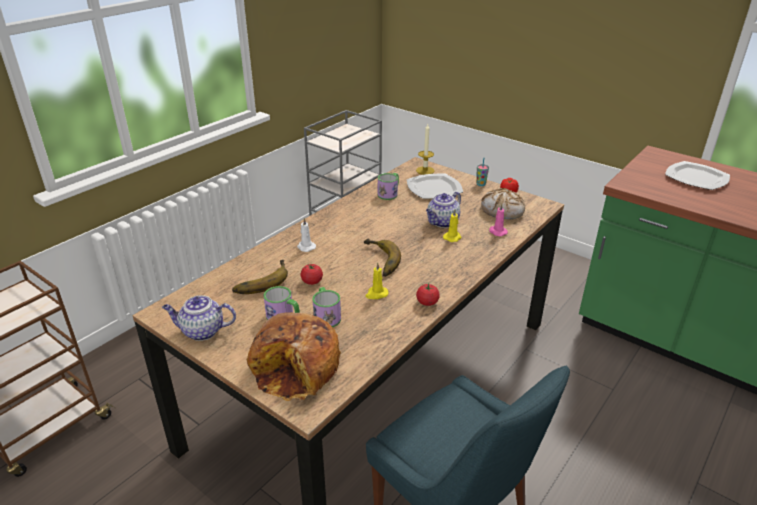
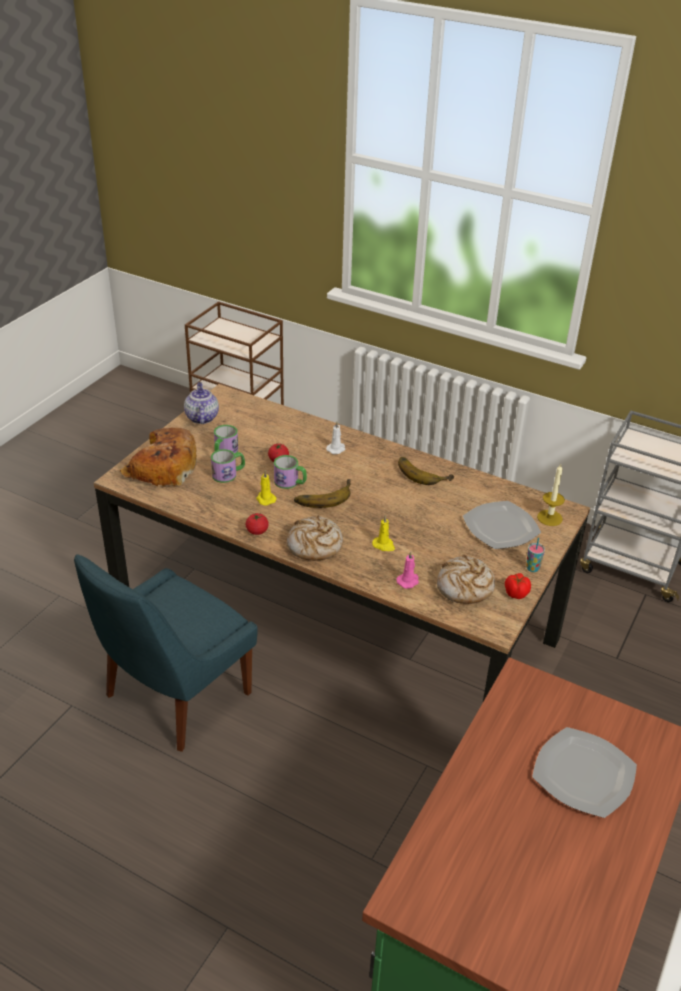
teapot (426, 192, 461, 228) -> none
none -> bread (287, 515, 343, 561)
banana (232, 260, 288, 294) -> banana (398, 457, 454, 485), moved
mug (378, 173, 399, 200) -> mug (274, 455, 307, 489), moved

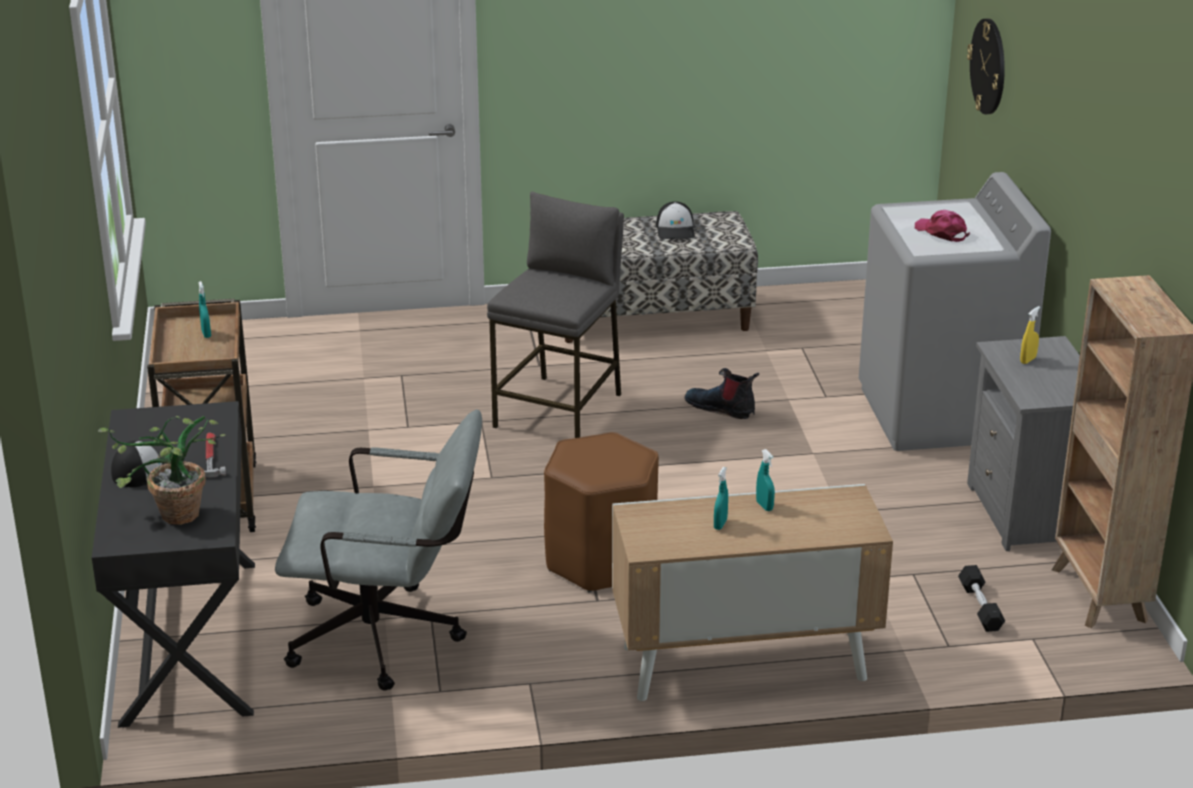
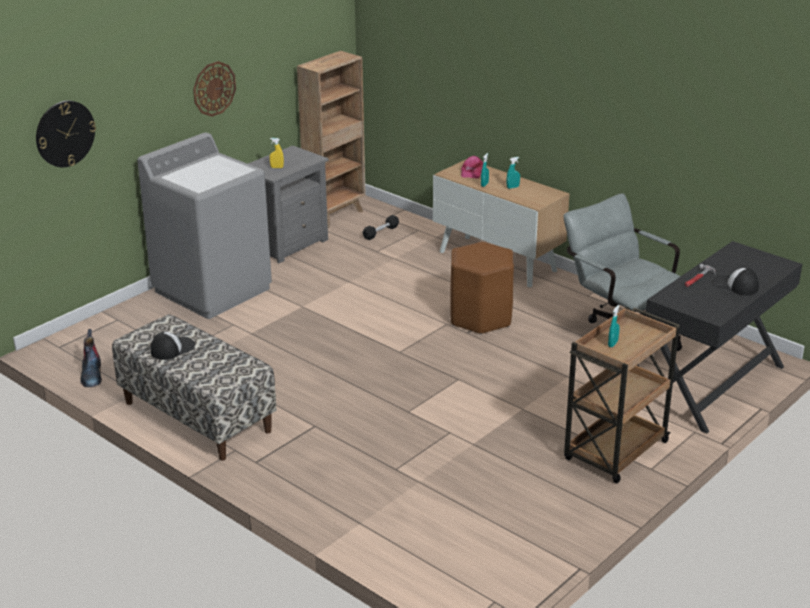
potted_plant (98, 416, 226, 525) -> none
grey_stool (487, 192, 624, 438) -> none
none -> wall_clock (193, 61, 236, 117)
boot (685, 368, 759, 419) -> boot (80, 329, 102, 387), moved
pink_cap (915, 210, 970, 242) -> pink_cap (461, 156, 483, 179), moved

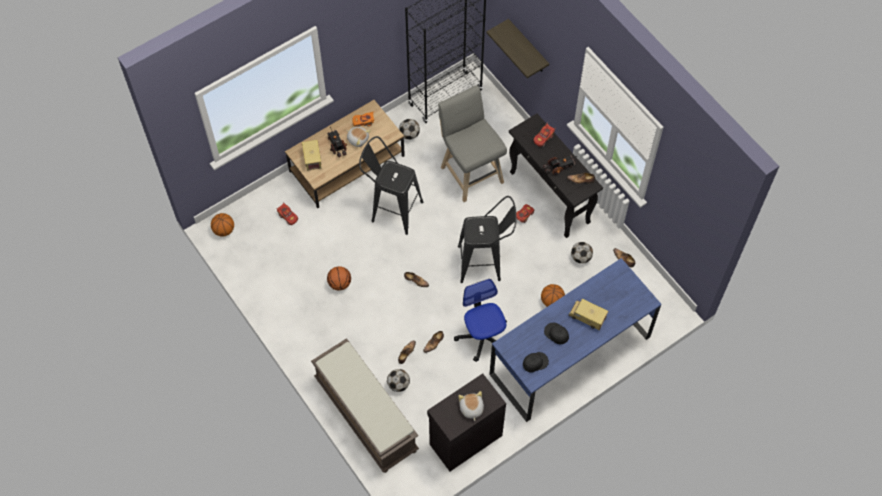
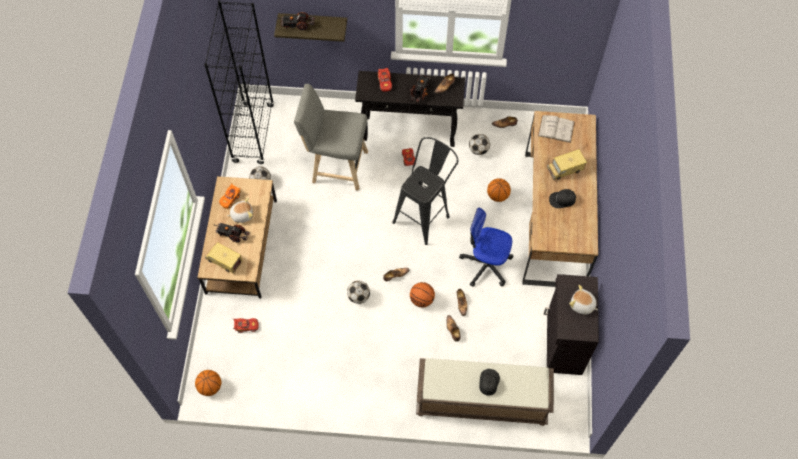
black_stool (359, 136, 423, 235) -> none
none -> toy_truck (277, 12, 315, 31)
none -> white_book (538, 115, 575, 143)
basketball (327, 266, 351, 291) -> basketball (410, 282, 435, 308), moved
football (387, 369, 410, 392) -> football (347, 281, 370, 304), moved
black_cap (523, 352, 549, 372) -> black_cap (479, 369, 500, 396), moved
blue_desk (489, 258, 662, 422) -> brown_desk (523, 111, 598, 287)

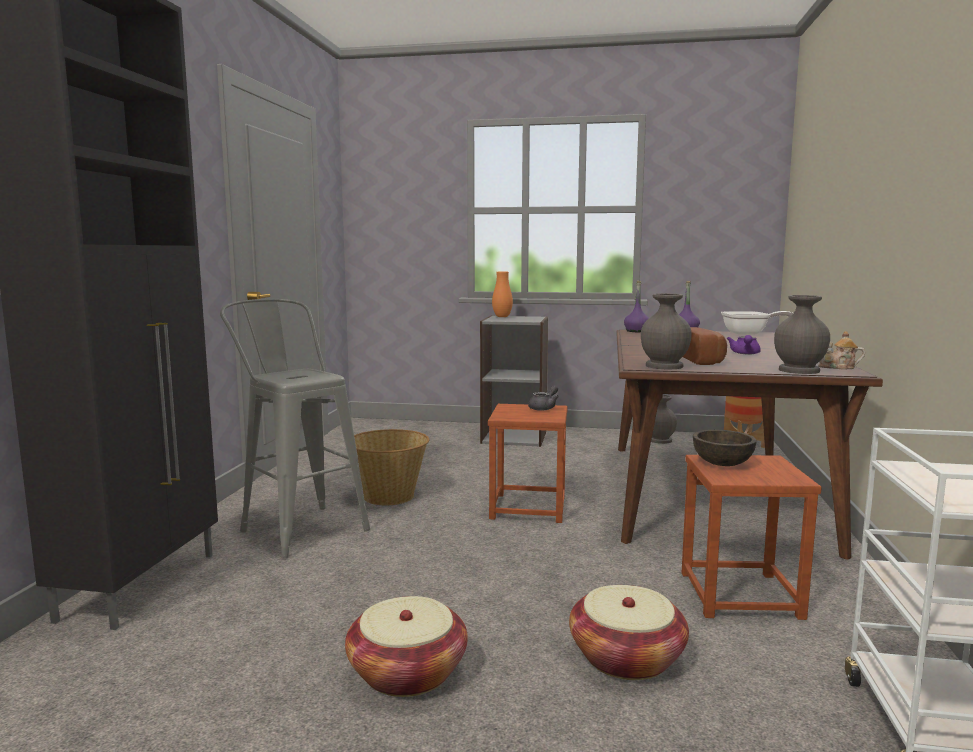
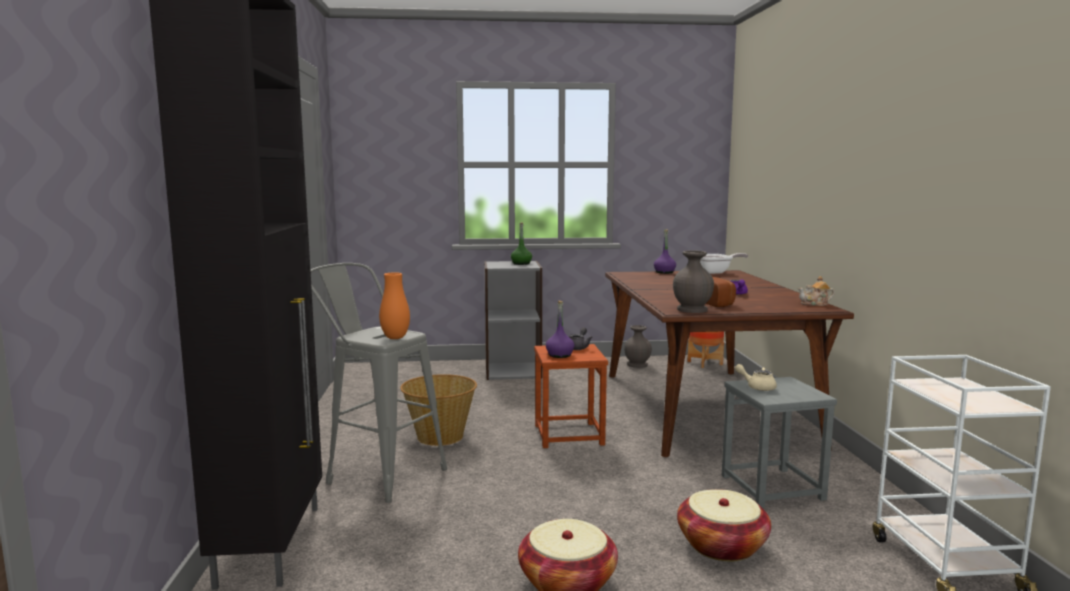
grey_vase (774, 295, 830, 374) -> none
none -> green_bottle (511, 222, 532, 265)
orange_vase (492, 272, 513, 317) -> orange_vase (379, 272, 410, 339), moved
purple_bottle (624, 281, 649, 332) -> purple_bottle (546, 301, 575, 358), moved
brown_bowl (693, 430, 757, 466) -> beige_teapot (735, 364, 777, 391)
brown_stool (682, 455, 822, 620) -> grey_stool (722, 377, 837, 508)

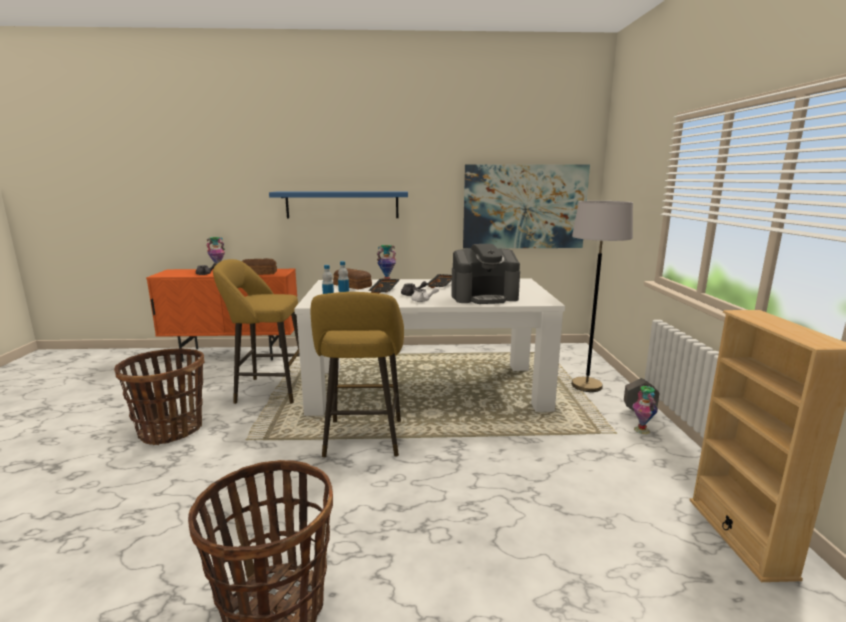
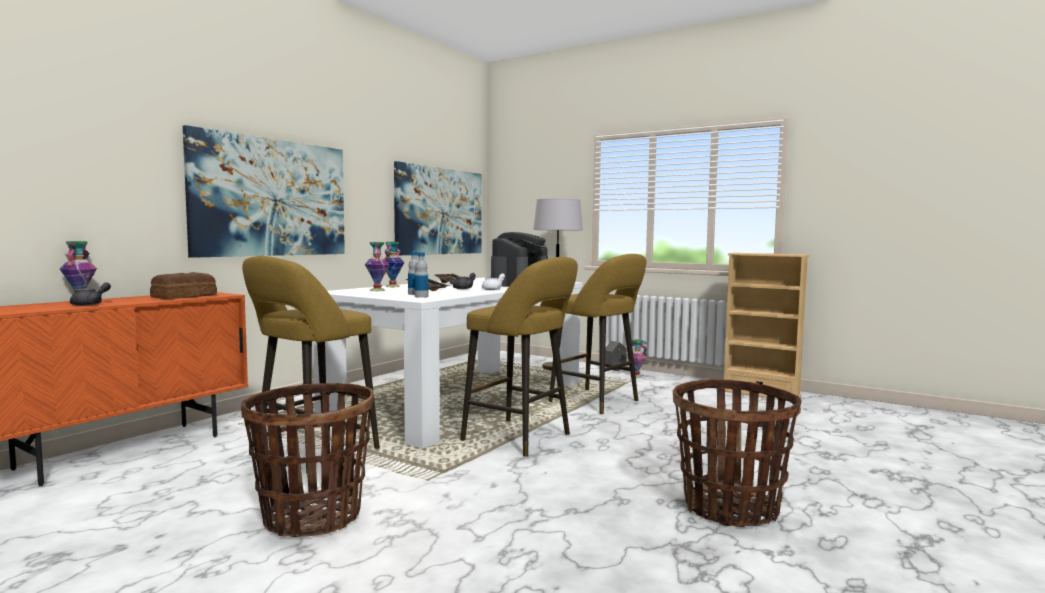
none -> yellow_stool (549, 254, 646, 414)
blue_shelf (269, 191, 408, 218) -> picture (183, 125, 345, 258)
bread (333, 268, 372, 289) -> vase (365, 242, 390, 291)

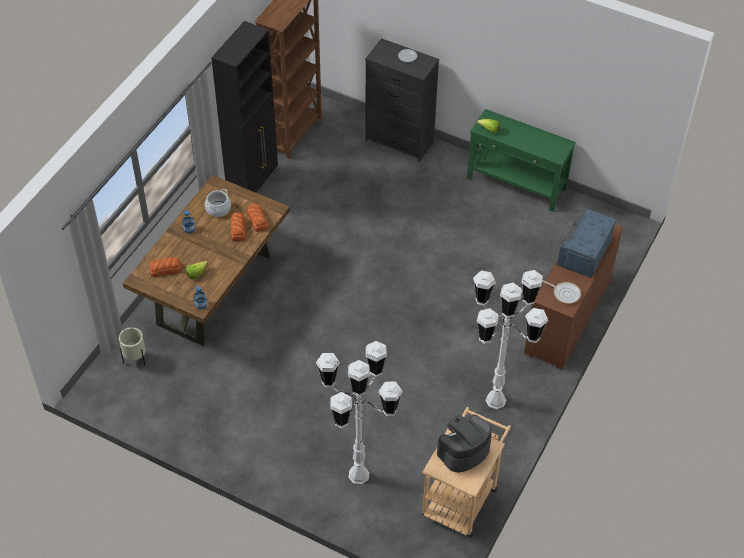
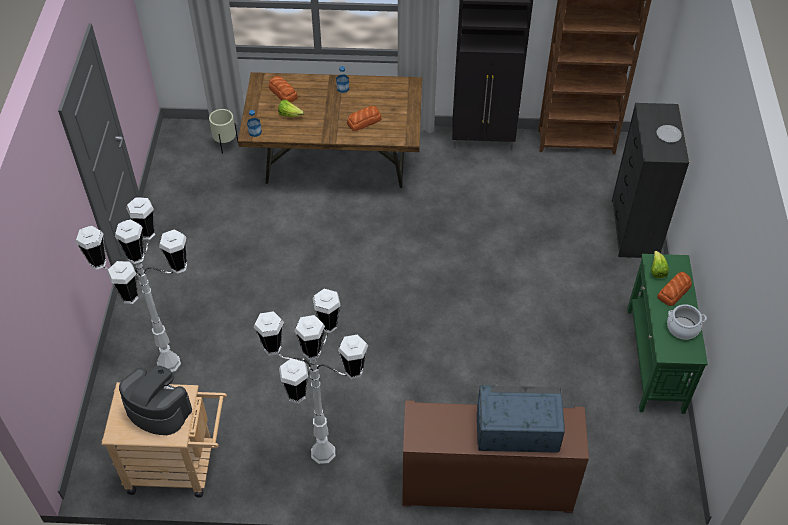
frying_pan (542, 280, 581, 304) -> none
cooking_pot (205, 189, 231, 217) -> cooking_pot (667, 304, 707, 340), moved
bread (247, 204, 269, 232) -> bread (657, 272, 692, 306), moved

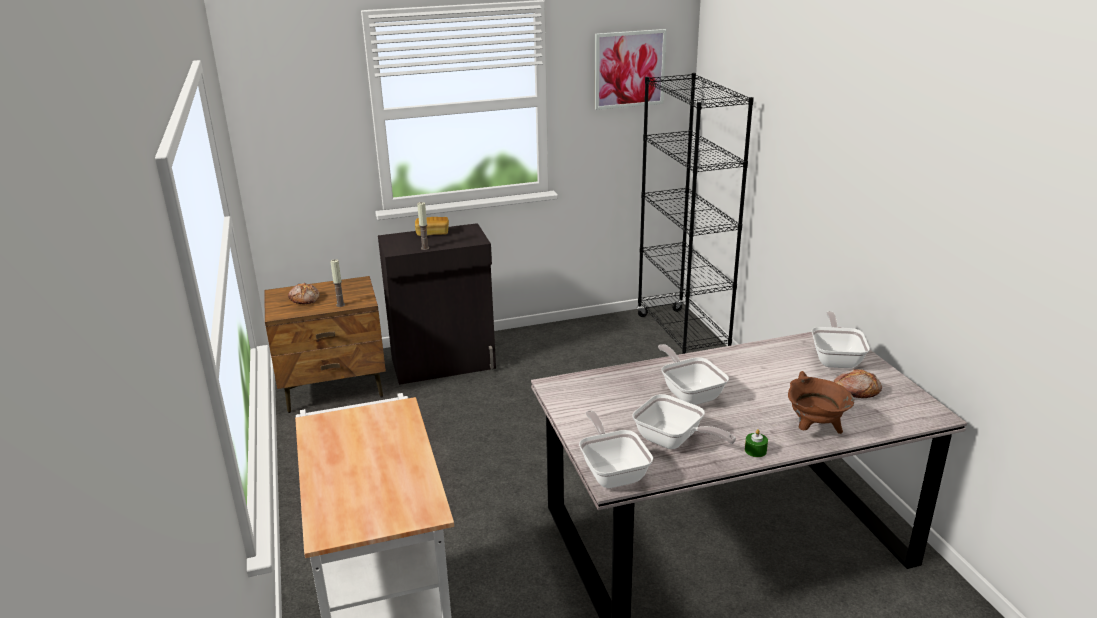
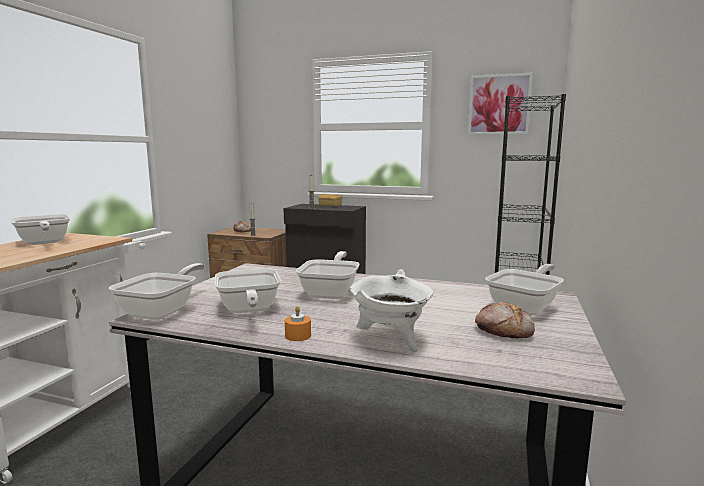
none -> frying_pan (11, 214, 70, 245)
green_candle (745, 429, 768, 457) -> orange_candle (285, 306, 311, 341)
brown_cooking_pot (788, 371, 854, 434) -> white_cooking_pot (349, 269, 433, 352)

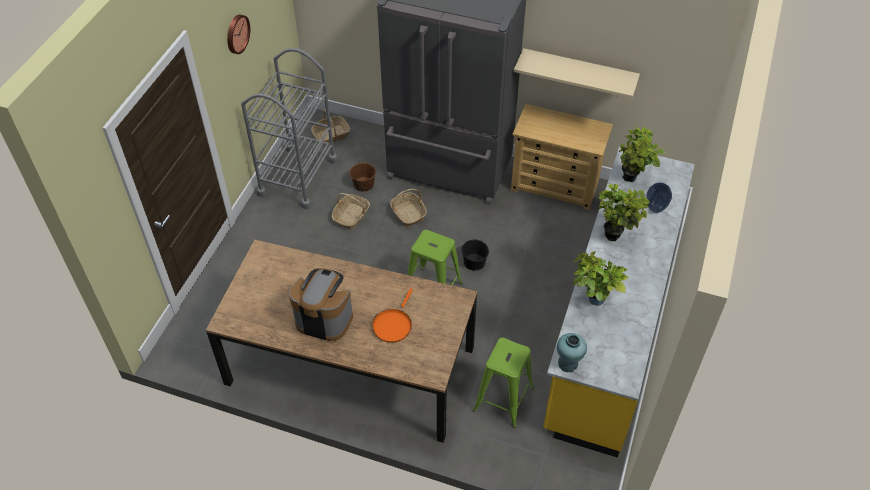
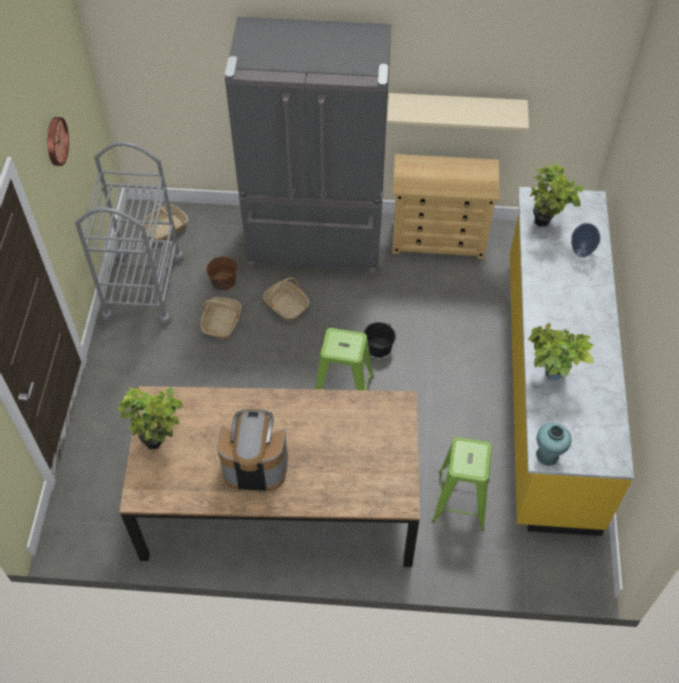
orange_frying_pan (372, 289, 413, 343) -> none
potted_plant (598, 184, 650, 241) -> potted_plant (117, 387, 182, 450), moved

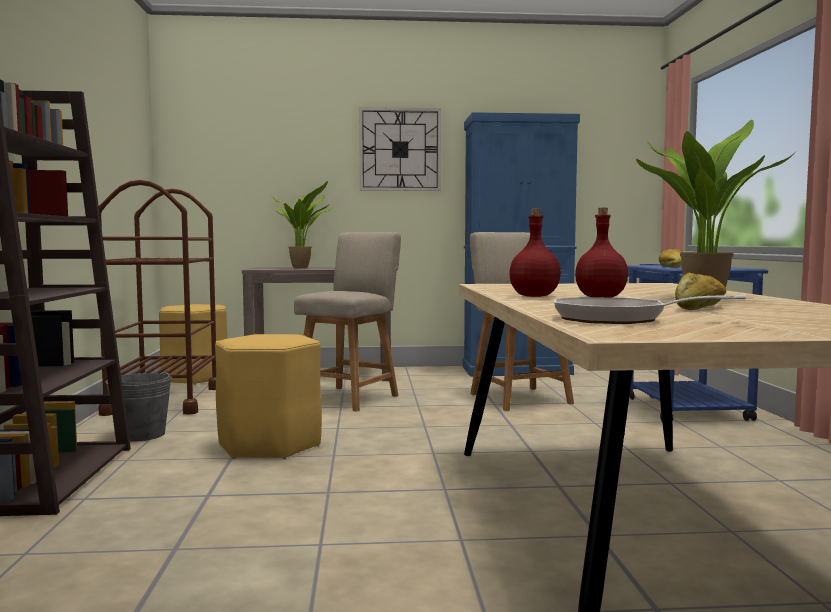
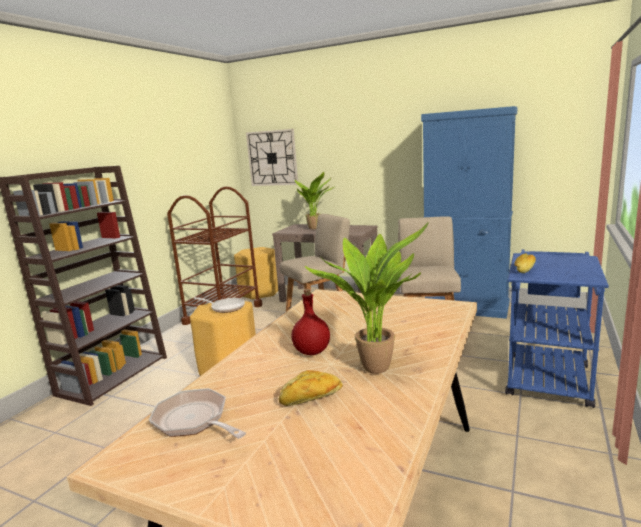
grey_bucket (105, 371, 172, 442) -> none
red_bottle (509, 208, 561, 297) -> none
none -> frying_pan (194, 297, 245, 313)
wall_clock (359, 107, 441, 191) -> wall_clock (246, 129, 298, 186), moved

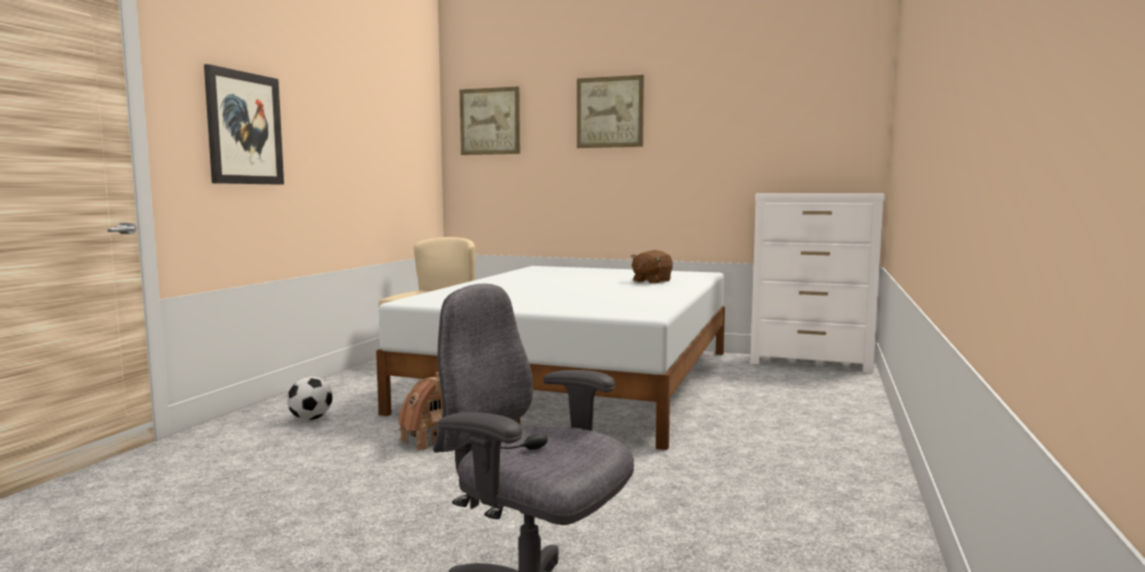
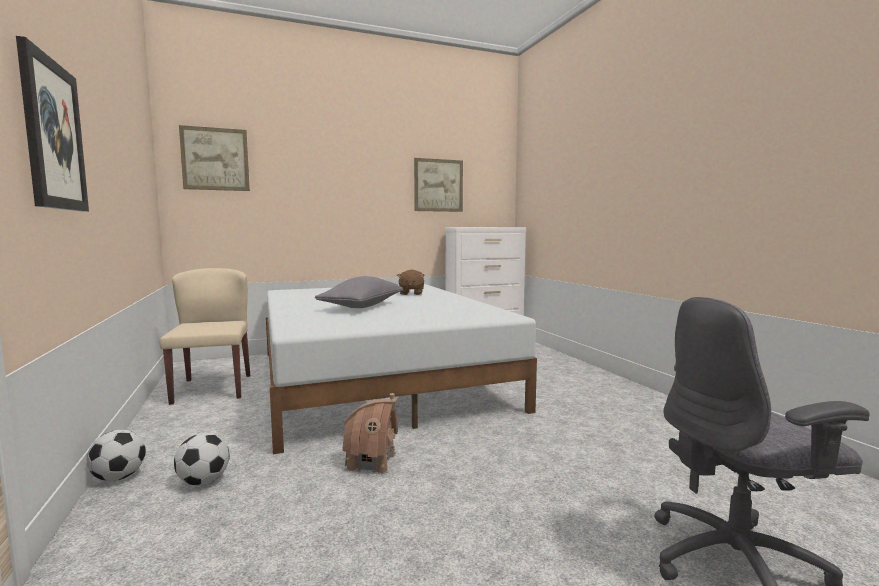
none -> football (86, 430, 146, 481)
none -> grey_pillow (315, 276, 403, 308)
picture (577, 75, 644, 148) -> picture (414, 158, 463, 212), moved

